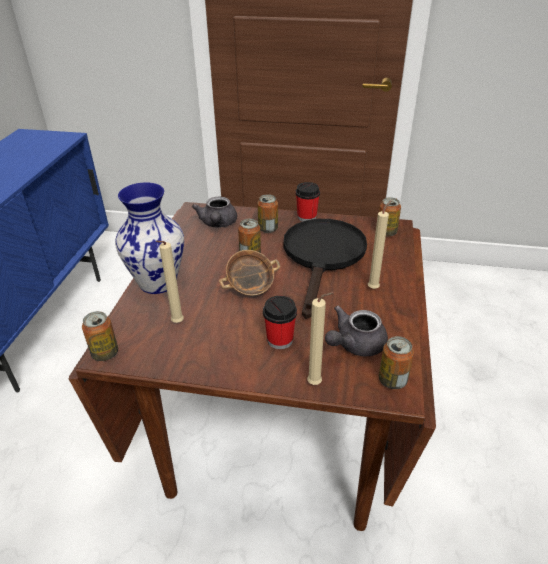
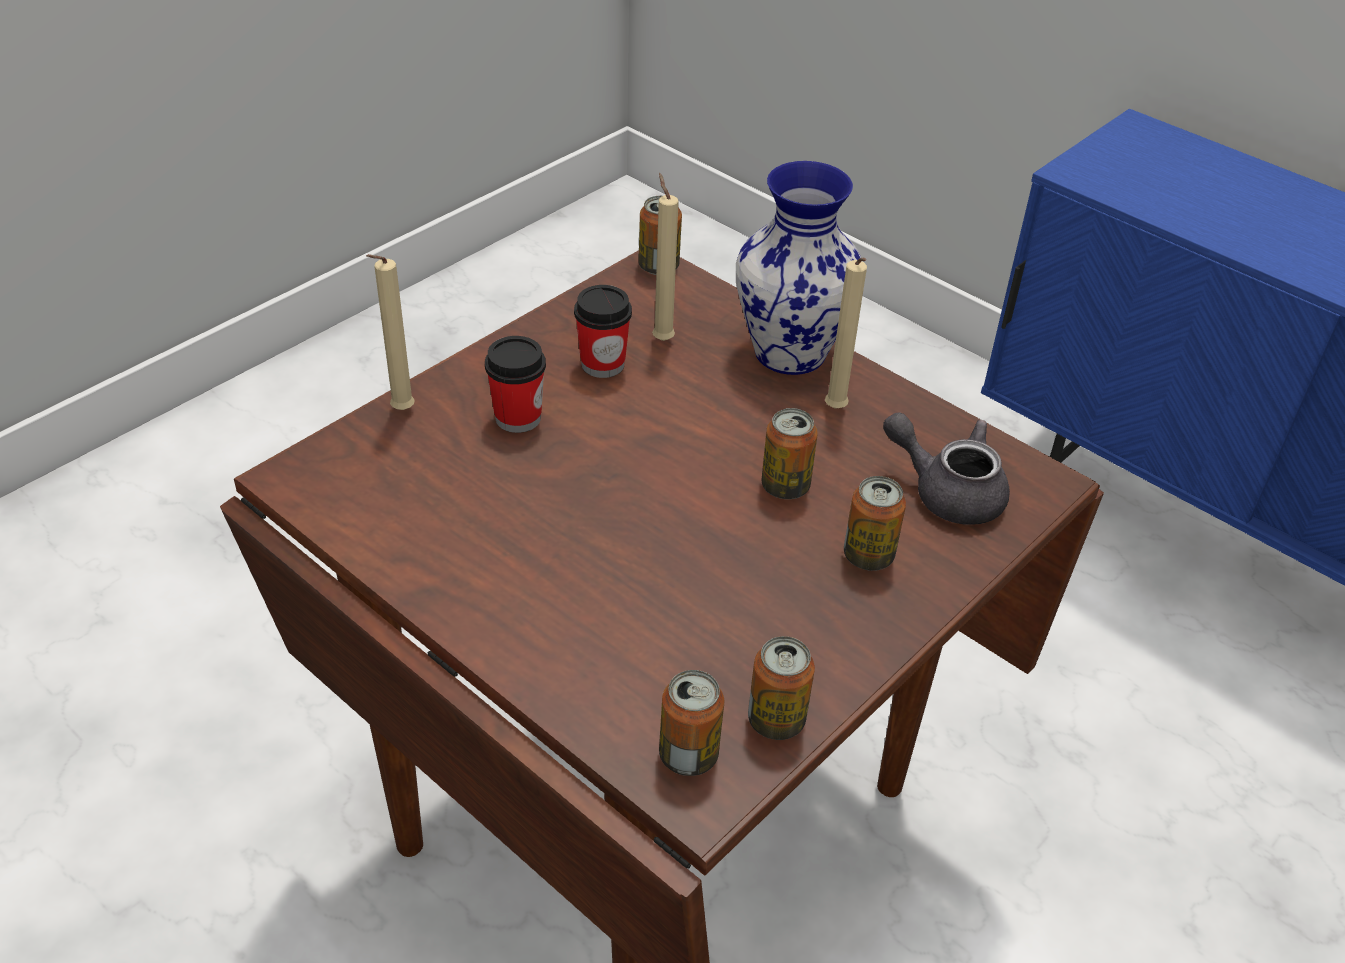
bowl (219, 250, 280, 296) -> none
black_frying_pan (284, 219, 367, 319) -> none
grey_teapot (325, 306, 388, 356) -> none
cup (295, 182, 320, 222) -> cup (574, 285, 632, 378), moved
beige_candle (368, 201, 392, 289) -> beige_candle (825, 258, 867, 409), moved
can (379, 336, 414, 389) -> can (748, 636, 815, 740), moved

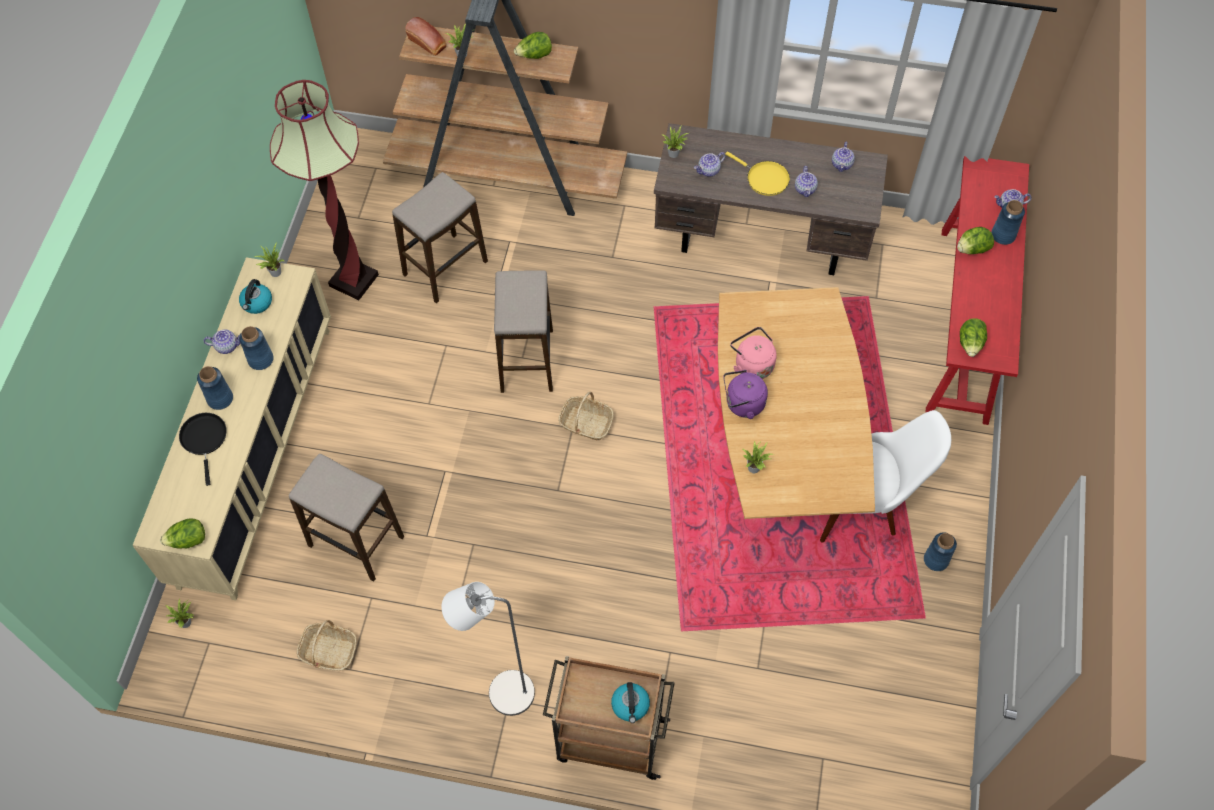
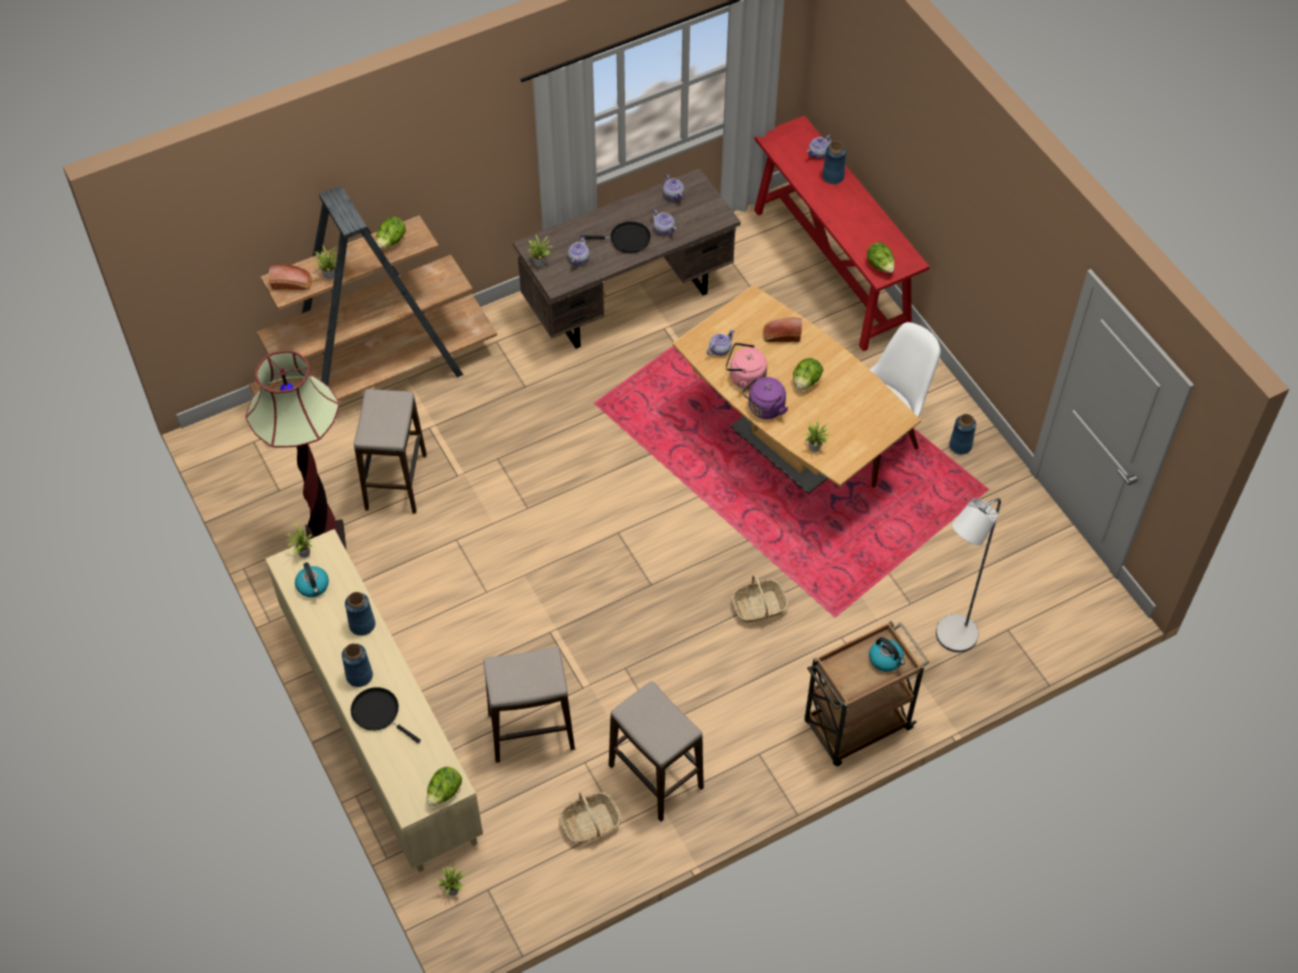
none -> bread (763, 317, 802, 342)
teapot (204, 330, 241, 354) -> teapot (707, 329, 735, 356), moved
grey_floor_lamp (441, 582, 535, 716) -> grey_floor_lamp (936, 498, 1001, 653), moved
stool (494, 270, 553, 393) -> stool (609, 681, 704, 822), moved
basket (558, 392, 614, 440) -> basket (731, 575, 788, 623), moved
lettuce (957, 227, 994, 254) -> lettuce (793, 358, 824, 390), moved
yellow_frying_pan (725, 151, 790, 196) -> black_frying_pan (581, 221, 651, 253)

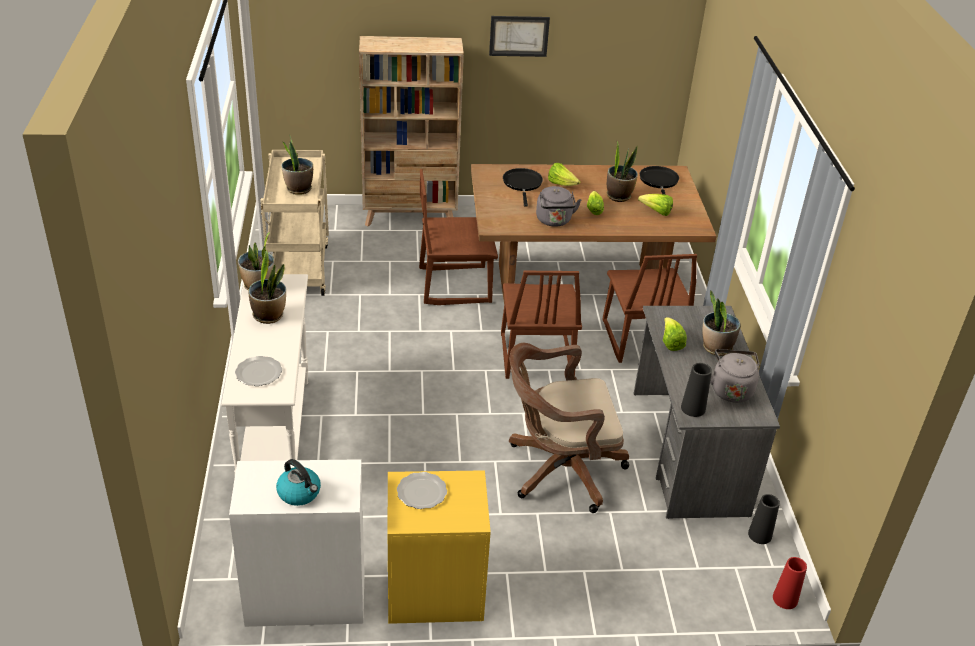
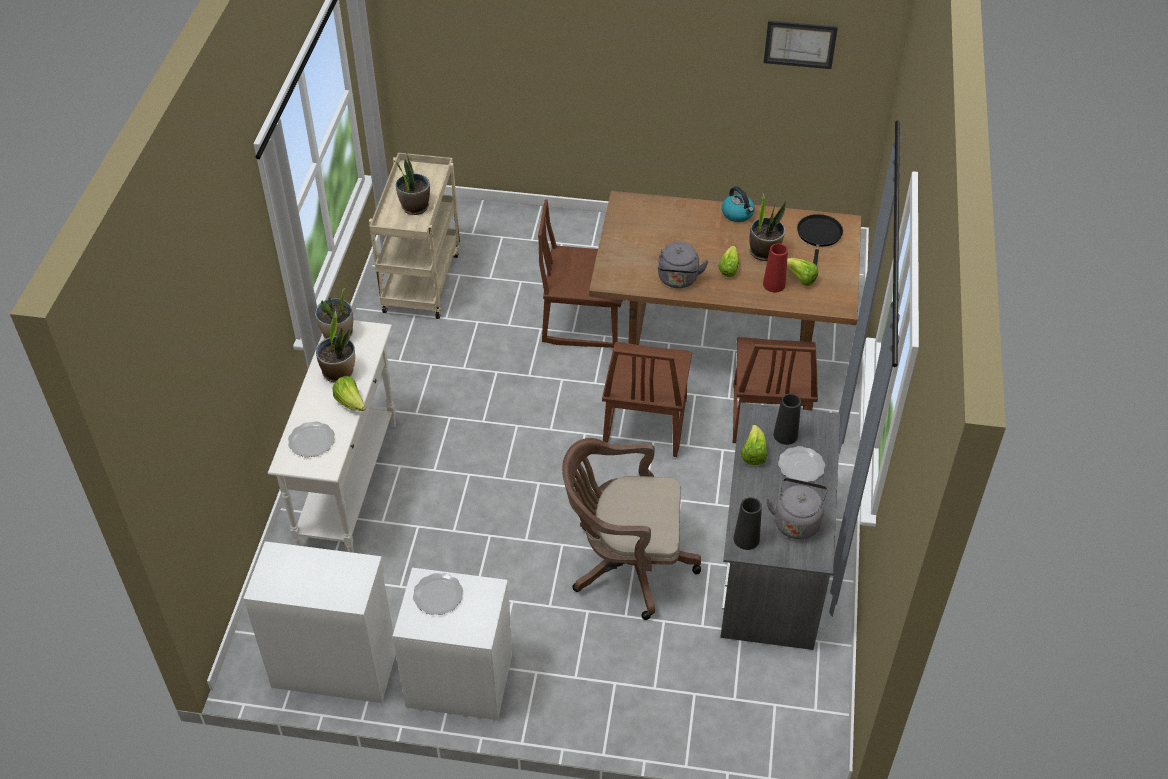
beige_bookcase (359, 36, 464, 227) -> none
black_frying_pan (503, 168, 543, 207) -> none
kettle (276, 459, 321, 506) -> kettle (722, 186, 755, 222), moved
picture (489, 16, 550, 57) -> picture (764, 21, 838, 69), moved
lettuce (548, 163, 581, 186) -> lettuce (332, 376, 366, 411), moved
black_vase (748, 494, 780, 544) -> black_vase (773, 393, 801, 445), moved
red_vase (773, 557, 807, 609) -> red_vase (763, 243, 788, 292), moved
potted_plant (702, 291, 741, 356) -> plate (778, 446, 825, 482)
yellow_nightstand (388, 470, 491, 624) -> white_nightstand (393, 568, 512, 720)

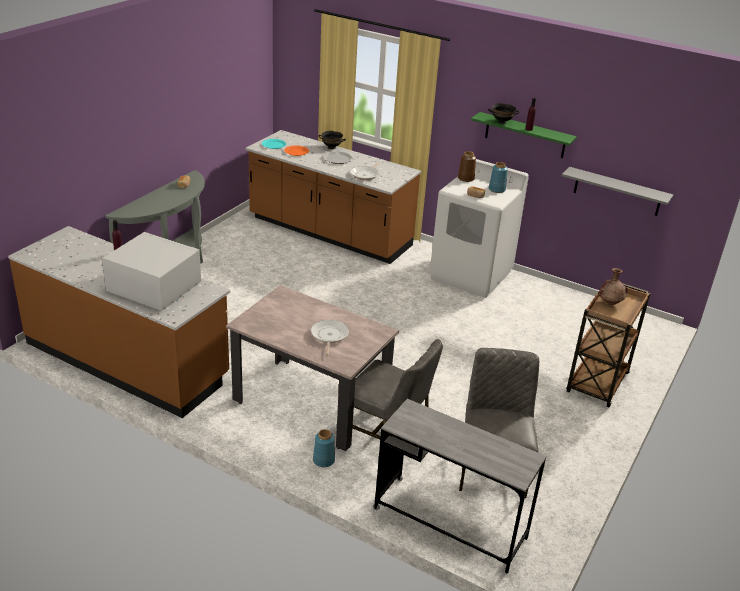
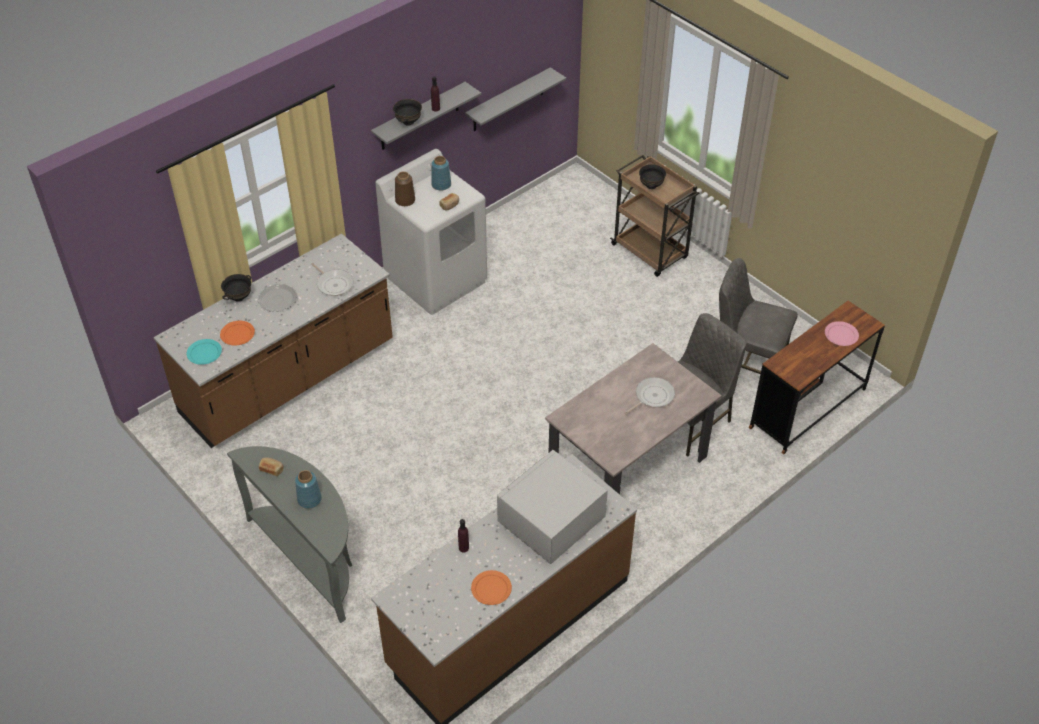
none -> orange_plate (471, 570, 512, 605)
none -> pink_plate (825, 321, 859, 346)
blue_vase (313, 429, 335, 467) -> blue_vase (295, 470, 322, 509), moved
brown_vase (599, 268, 628, 305) -> black_bowl (639, 164, 666, 189)
grey_desk (373, 399, 546, 574) -> brown_desk (749, 301, 885, 454)
green_shelf (471, 112, 577, 158) -> grey_shelf (371, 82, 481, 150)
frying_pan (311, 320, 349, 356) -> frying_pan (625, 377, 675, 414), 120 degrees clockwise

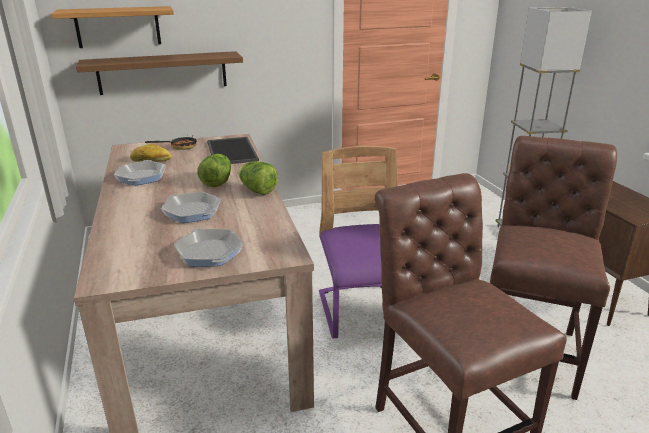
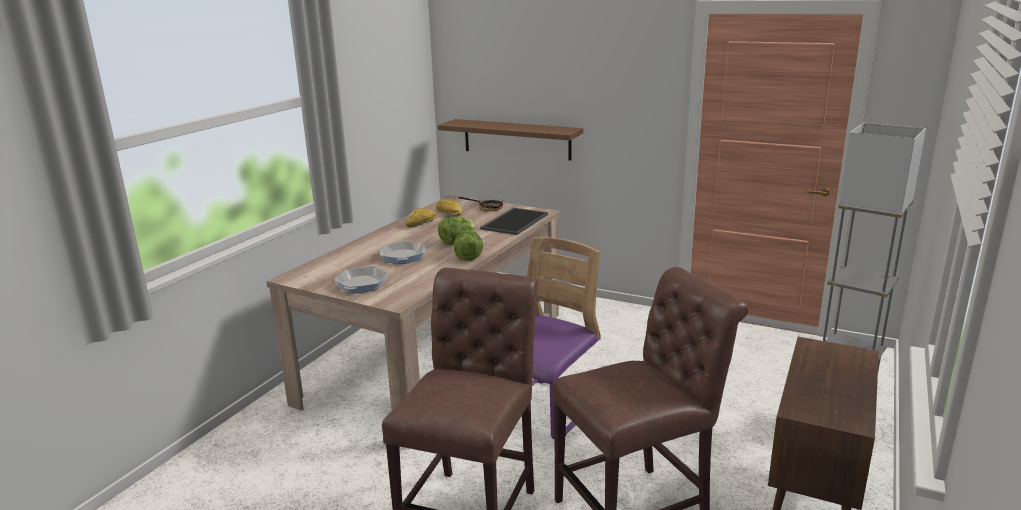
shelf (52, 6, 174, 48) -> none
frying_pan (114, 160, 166, 185) -> bread (405, 208, 437, 228)

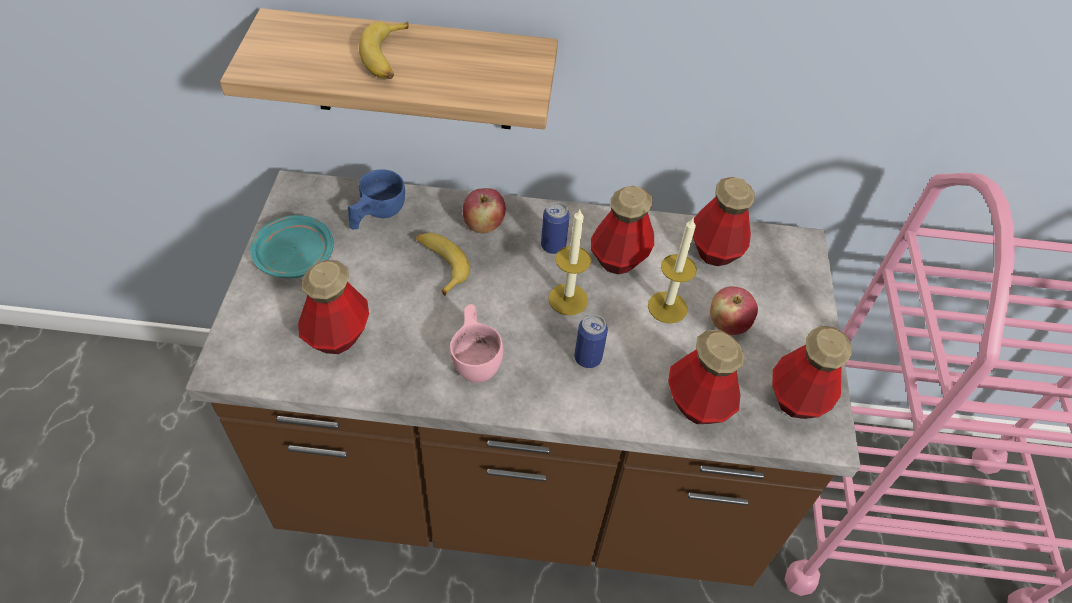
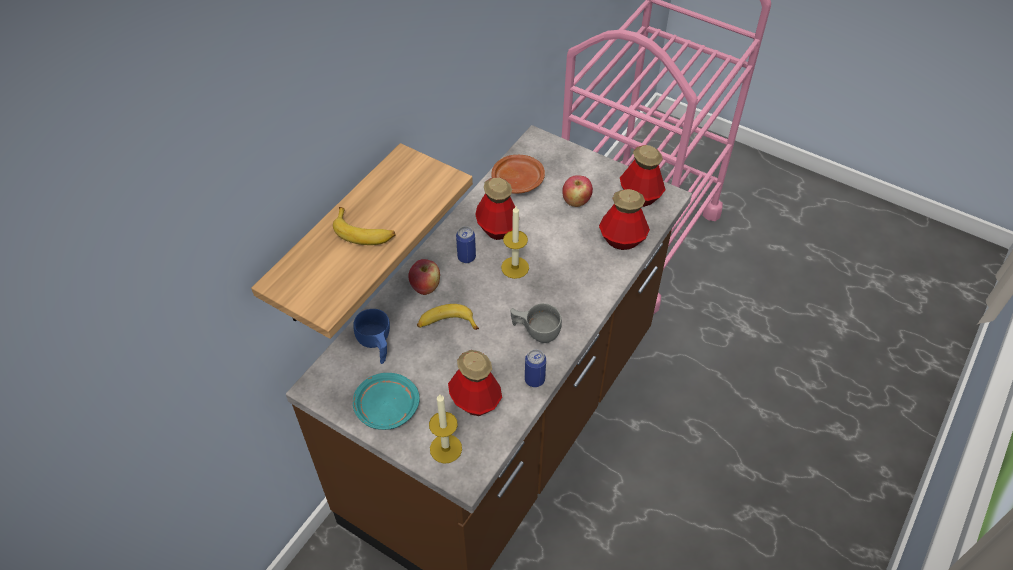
can (574, 314, 608, 368) -> can (525, 349, 546, 387), moved
candle (648, 218, 697, 324) -> candle (429, 394, 462, 464), moved
bottle (693, 177, 755, 266) -> brown_plate (491, 155, 545, 194)
pink_cup (450, 304, 503, 383) -> grey_cup (511, 303, 562, 343)

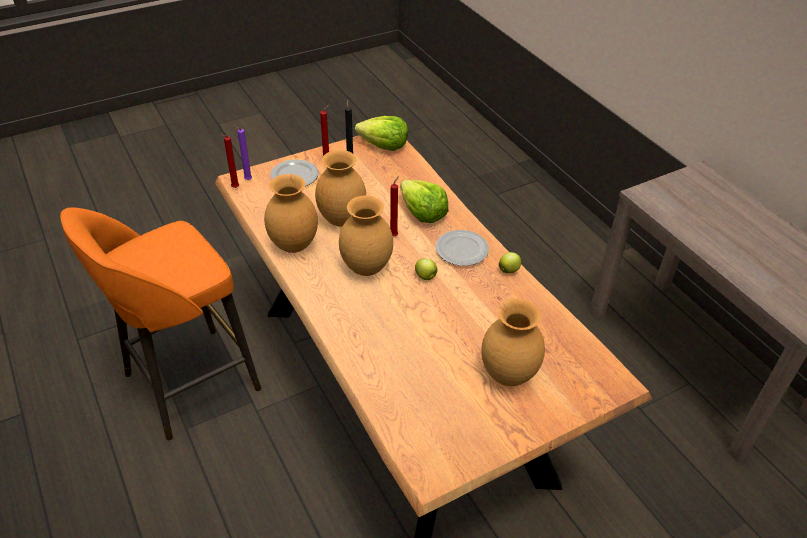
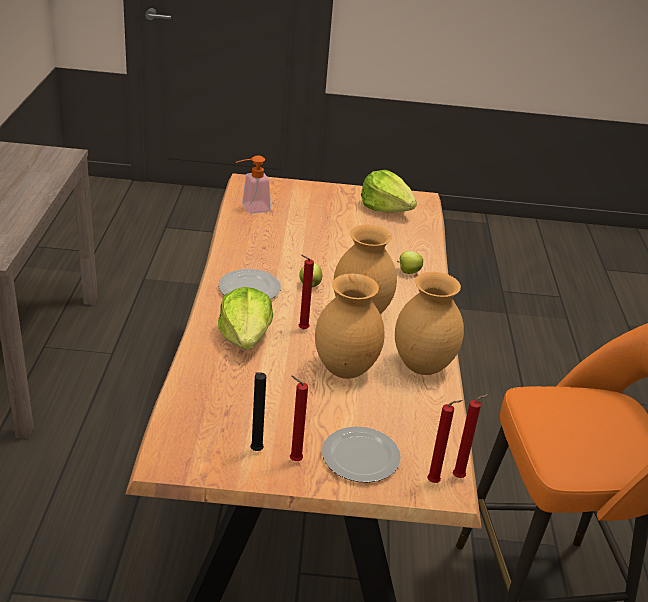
brown_vase (481, 299, 545, 386) -> none
none -> soap_dispenser (236, 155, 271, 214)
lettuce (355, 116, 408, 151) -> lettuce (361, 170, 417, 212), moved
apple (499, 252, 521, 273) -> apple (397, 251, 423, 274), moved
purple_candle (233, 126, 252, 180) -> red_candle (427, 400, 463, 483)

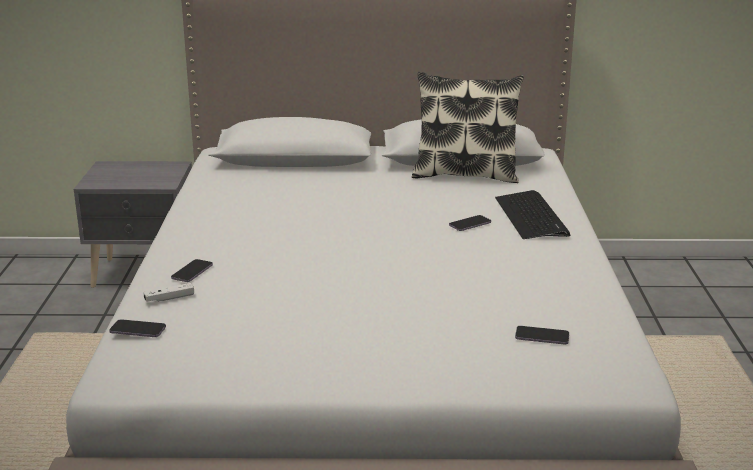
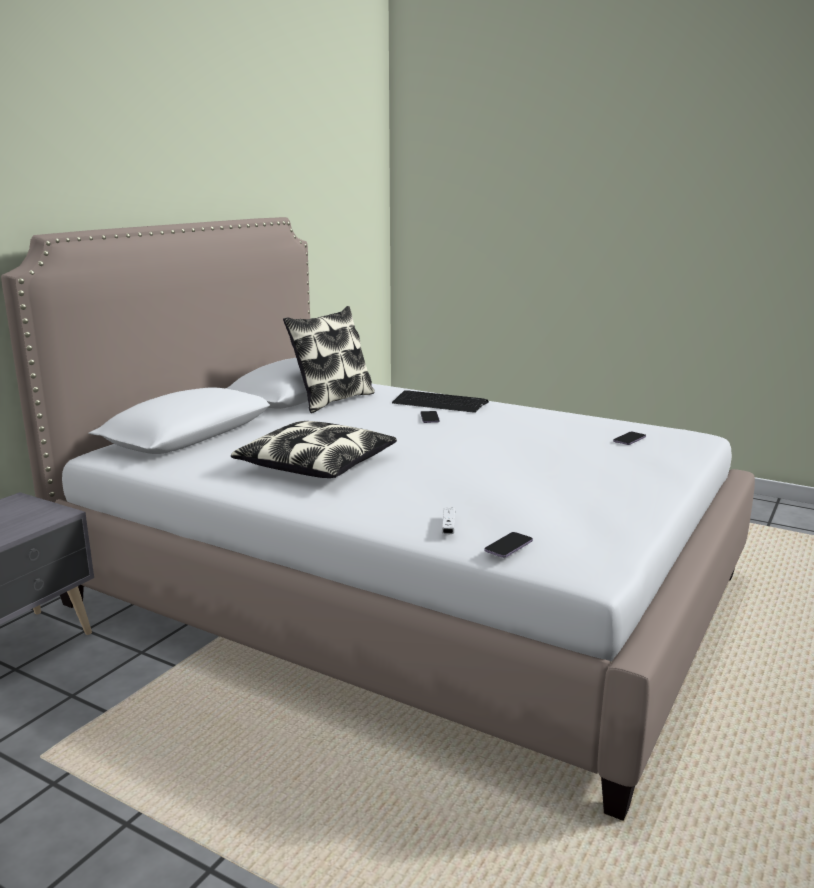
phone (171, 259, 213, 282) -> none
none -> pillow (231, 421, 397, 478)

